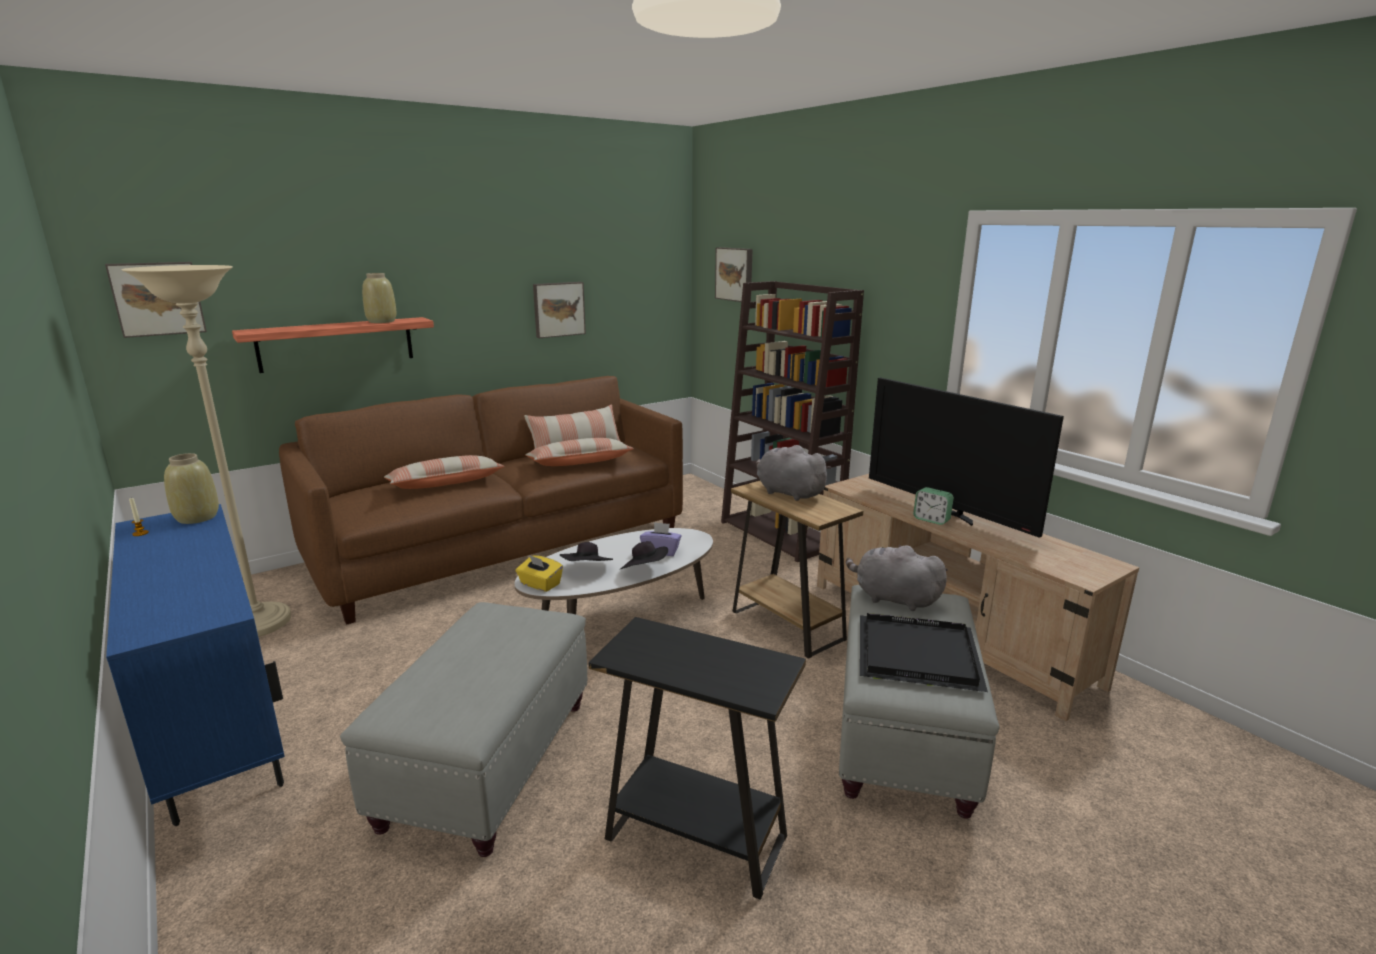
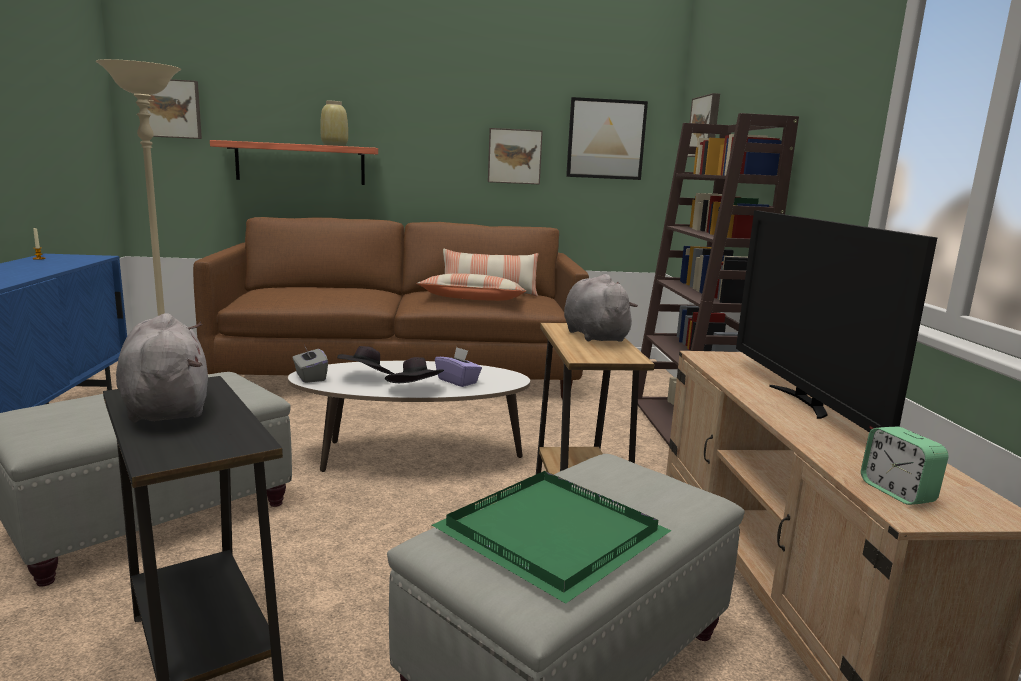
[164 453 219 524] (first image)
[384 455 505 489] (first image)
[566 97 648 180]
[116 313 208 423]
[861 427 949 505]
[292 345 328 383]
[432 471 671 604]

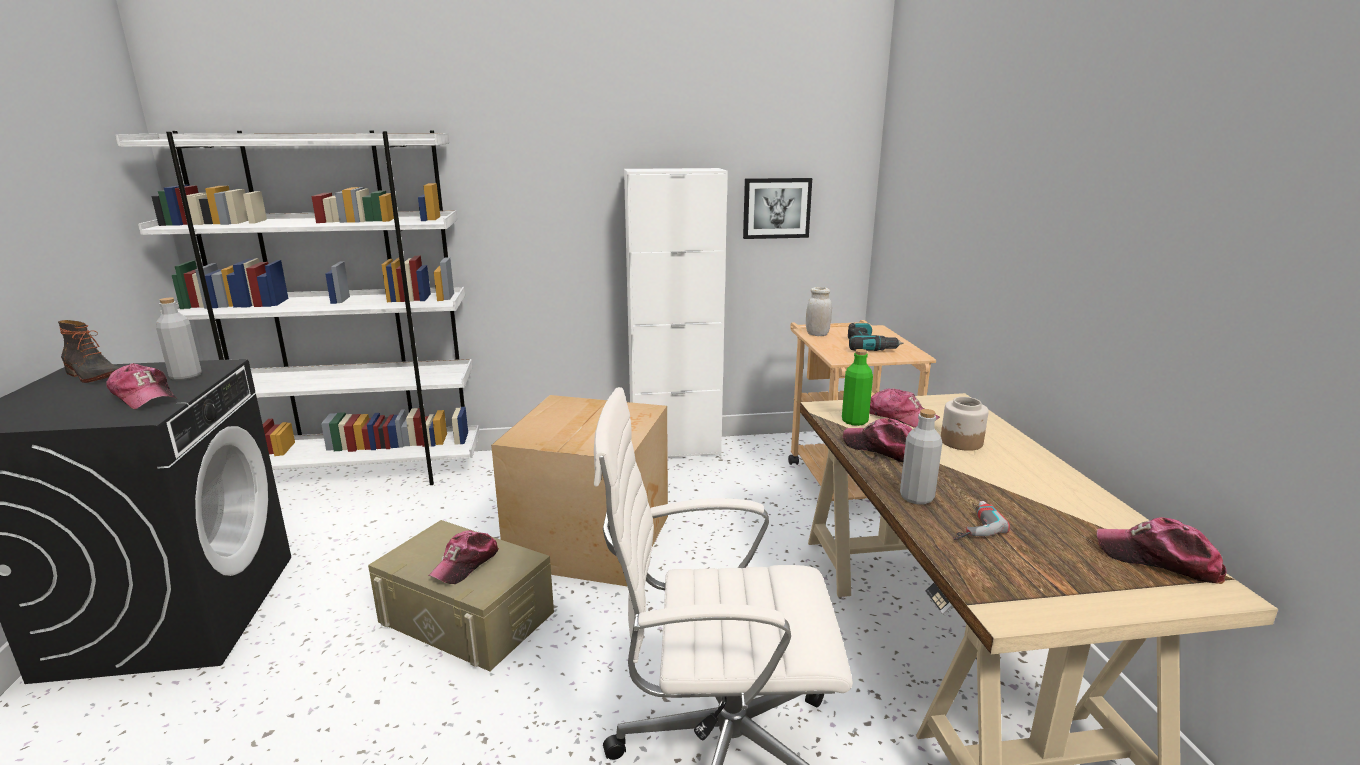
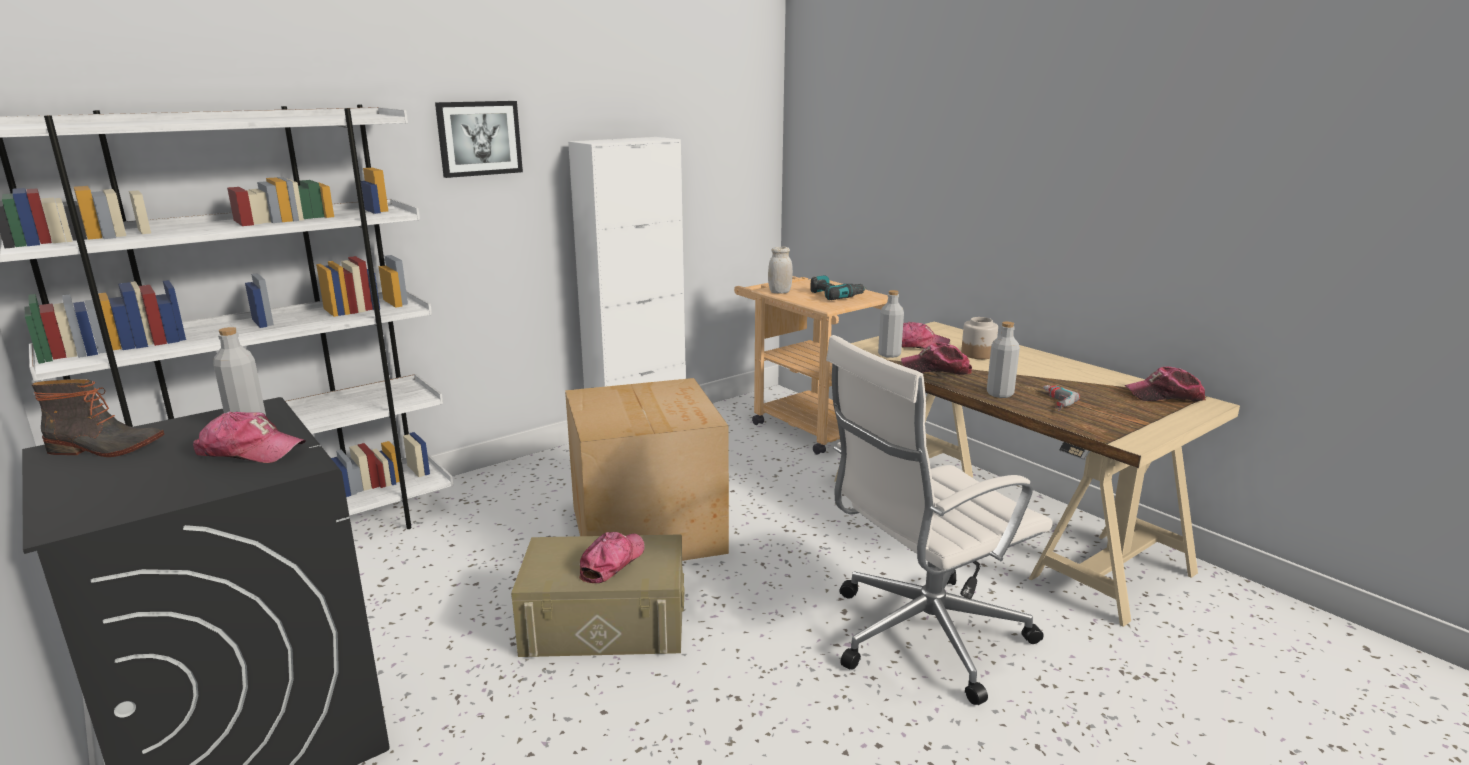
[435 101 523 178]
[878 290 904 358]
[579 532 645 583]

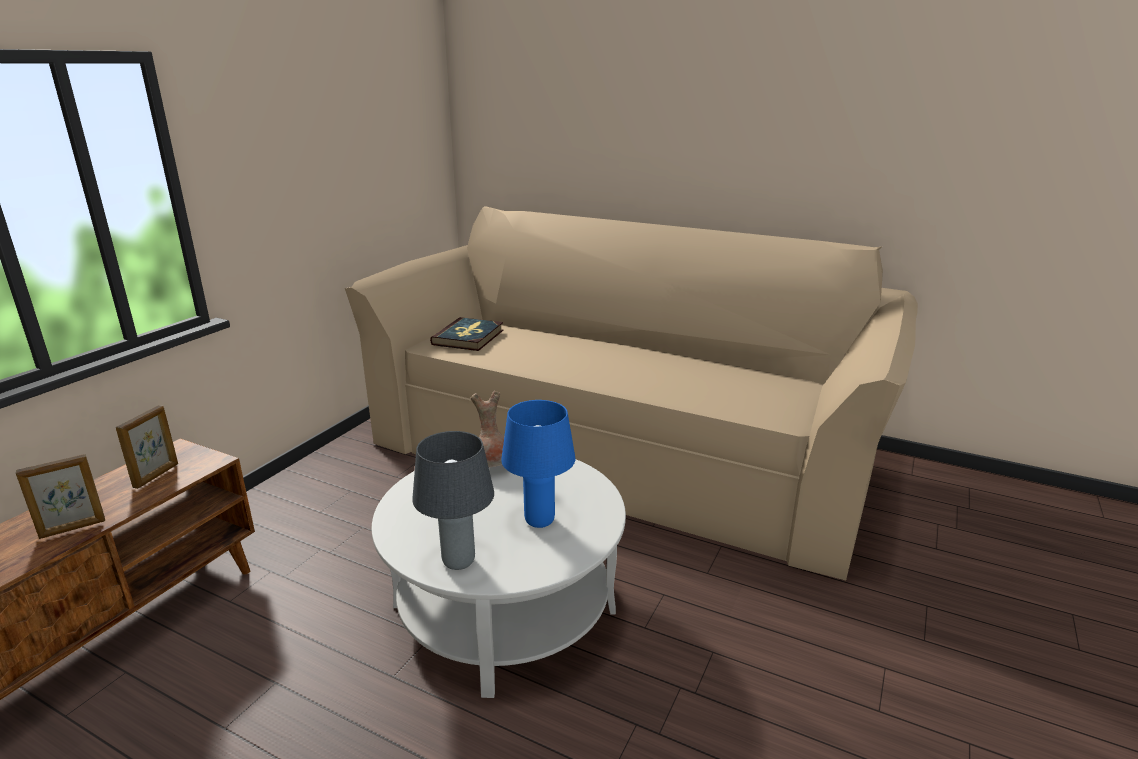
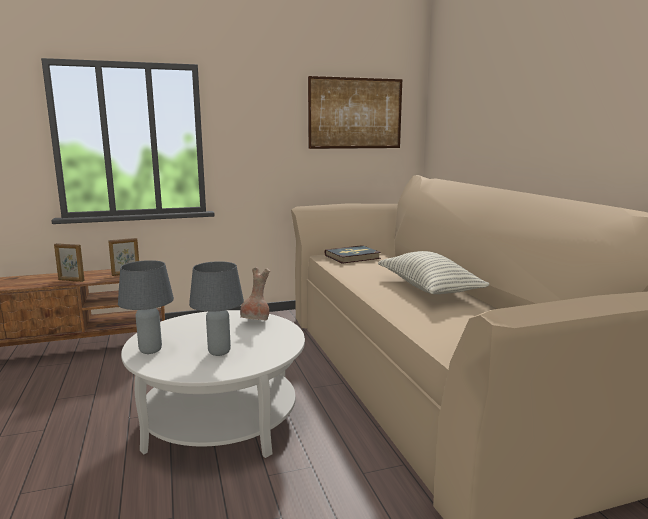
[308 76 402 149]
[378 251 490 294]
[189 261 244 356]

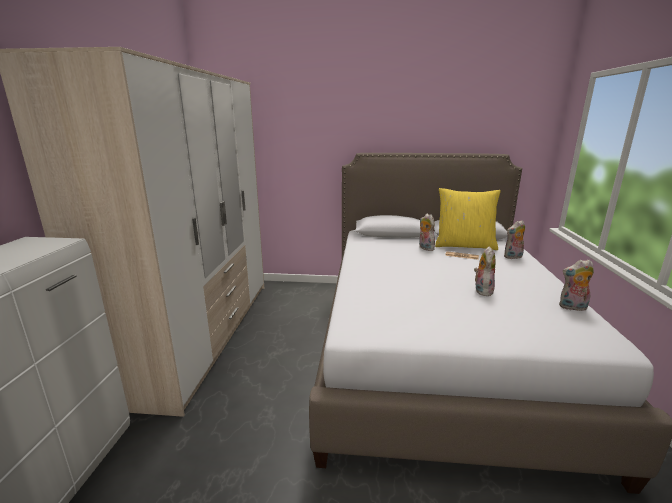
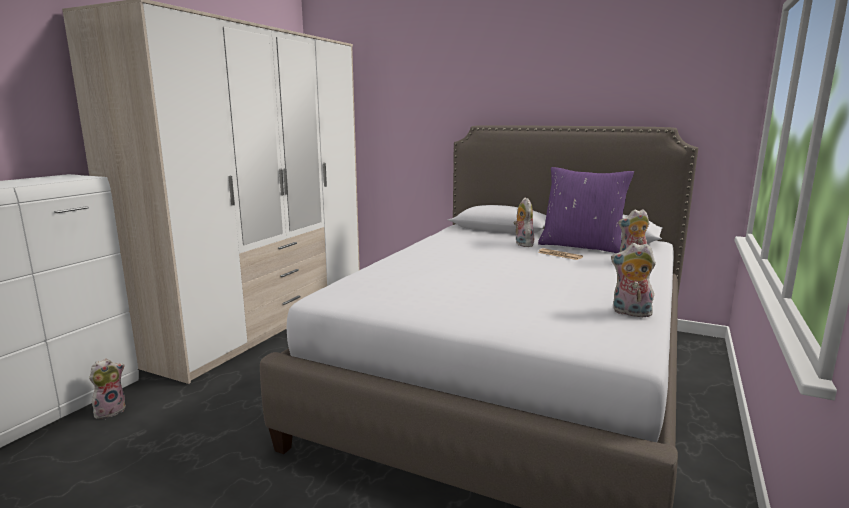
[89 359 126 419]
[538 167 634 253]

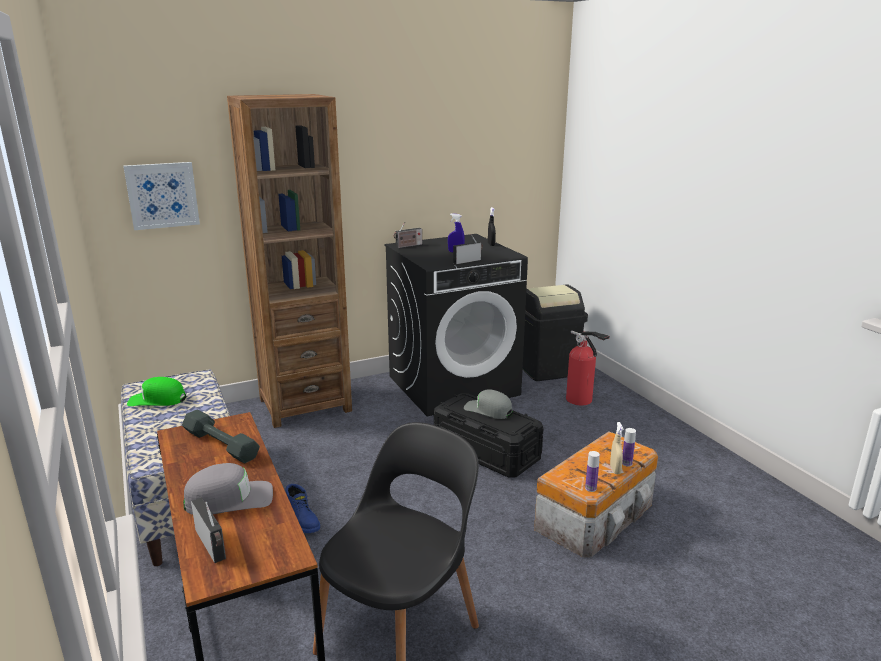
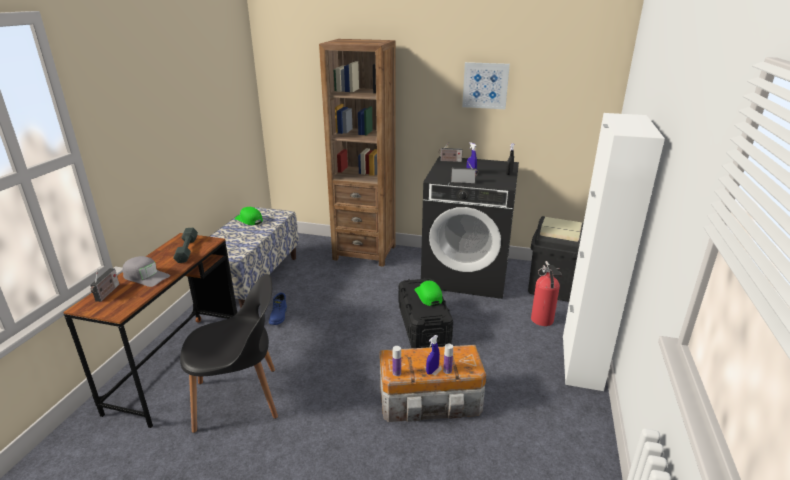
[563 113 665 391]
[462 62 510 109]
[414 281 442 306]
[426 335 440 375]

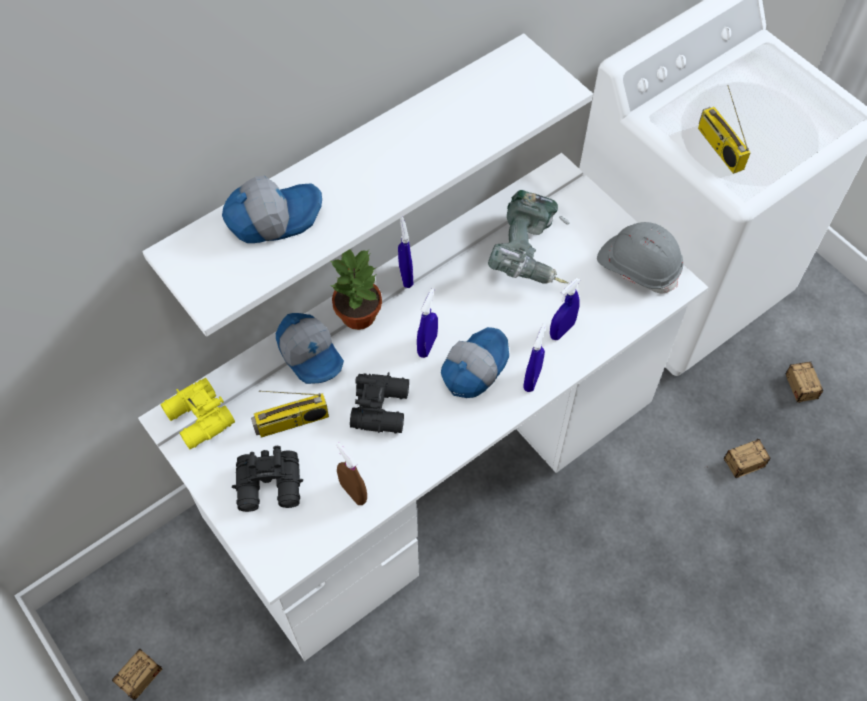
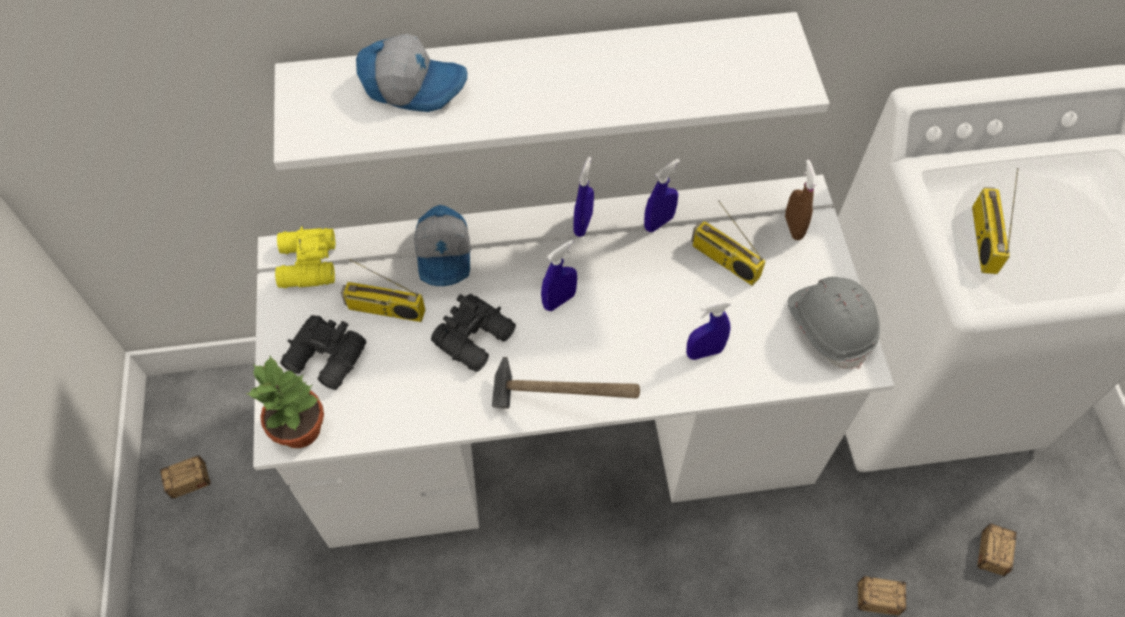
[441 327 509 398] (first image)
[492 357 640 409]
[246 356 324 448]
[785 160 818 240]
[644 159 680 232]
[691 201 766 286]

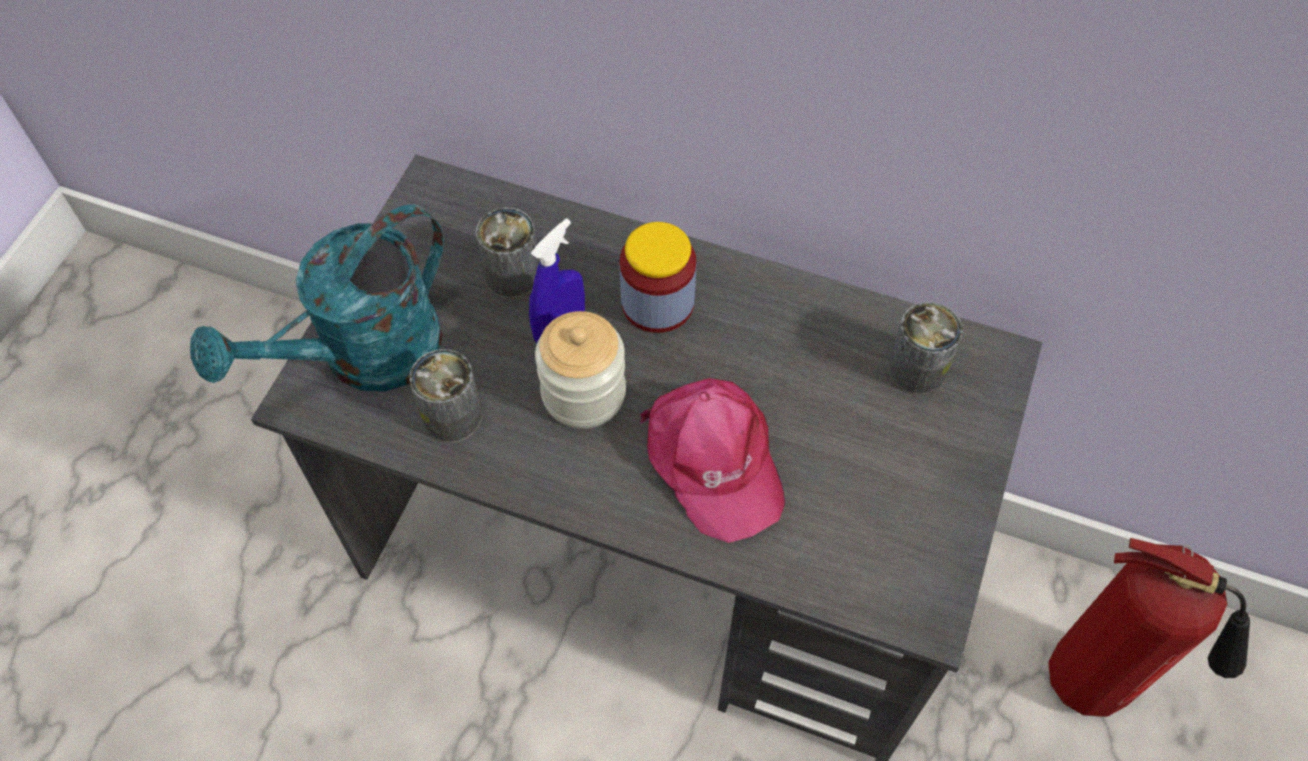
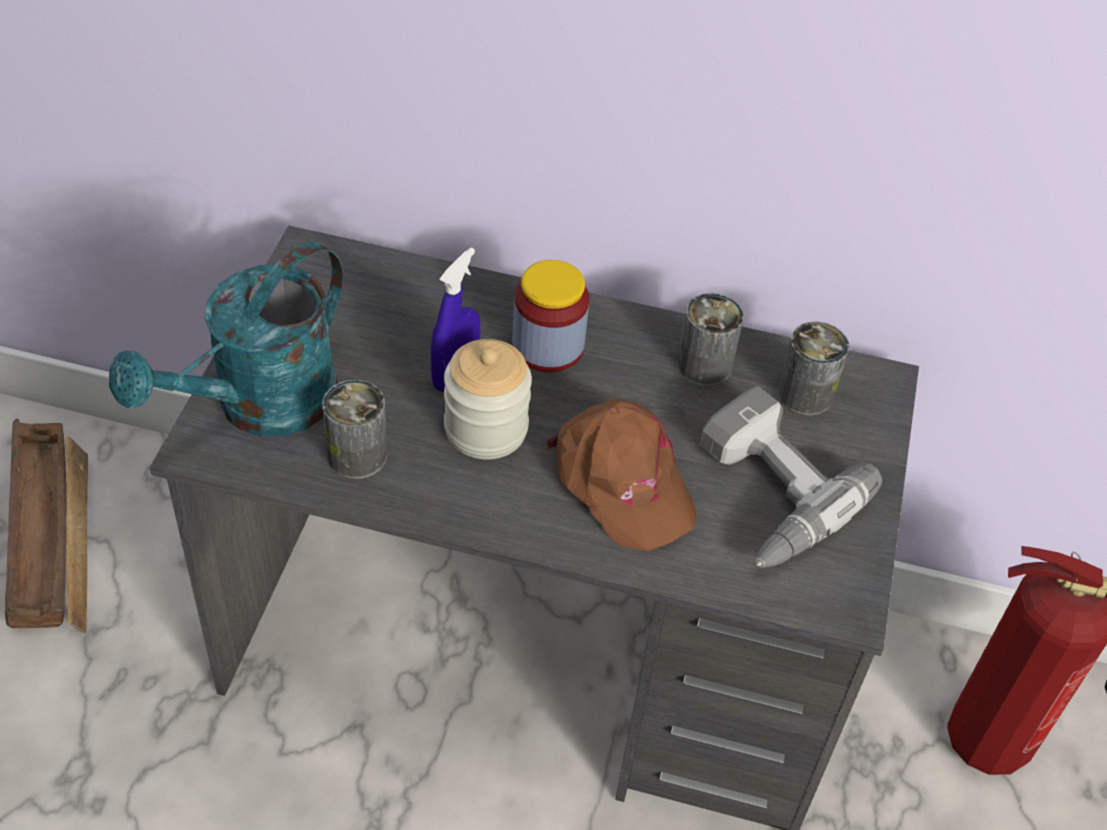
[5 419 88 634]
[700 386 882 568]
[677 293 744 386]
[546 399 697 551]

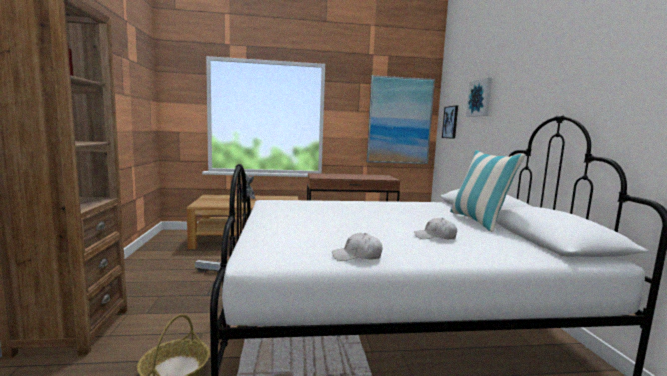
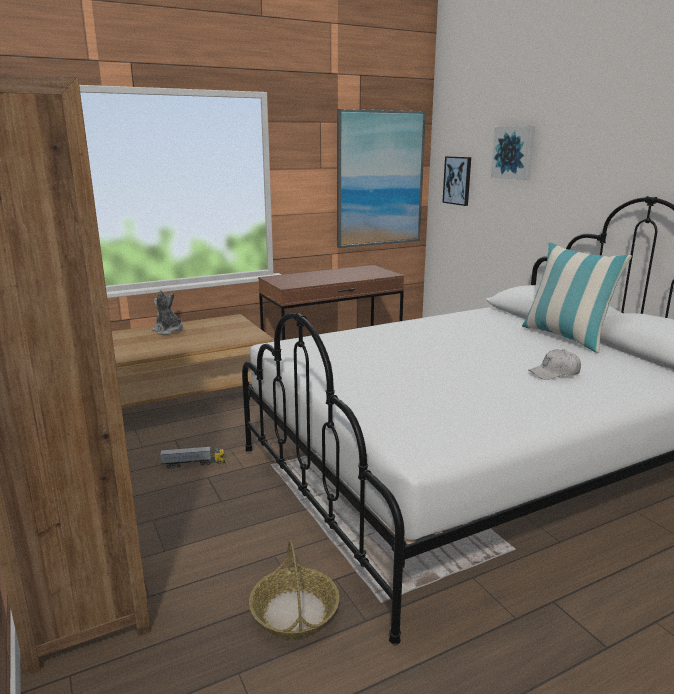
[332 233 383 261] (first image)

